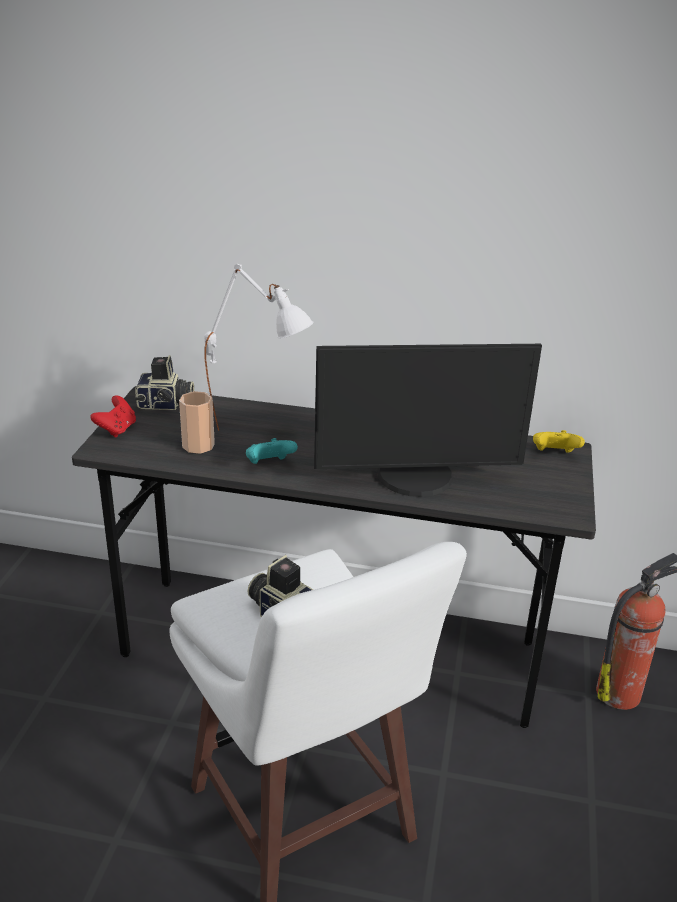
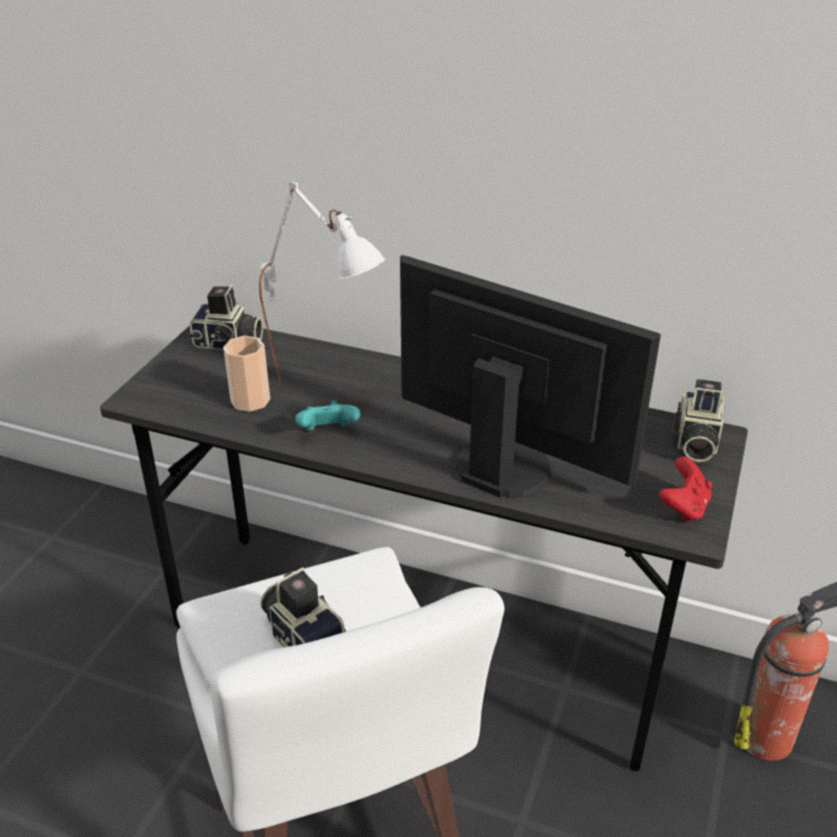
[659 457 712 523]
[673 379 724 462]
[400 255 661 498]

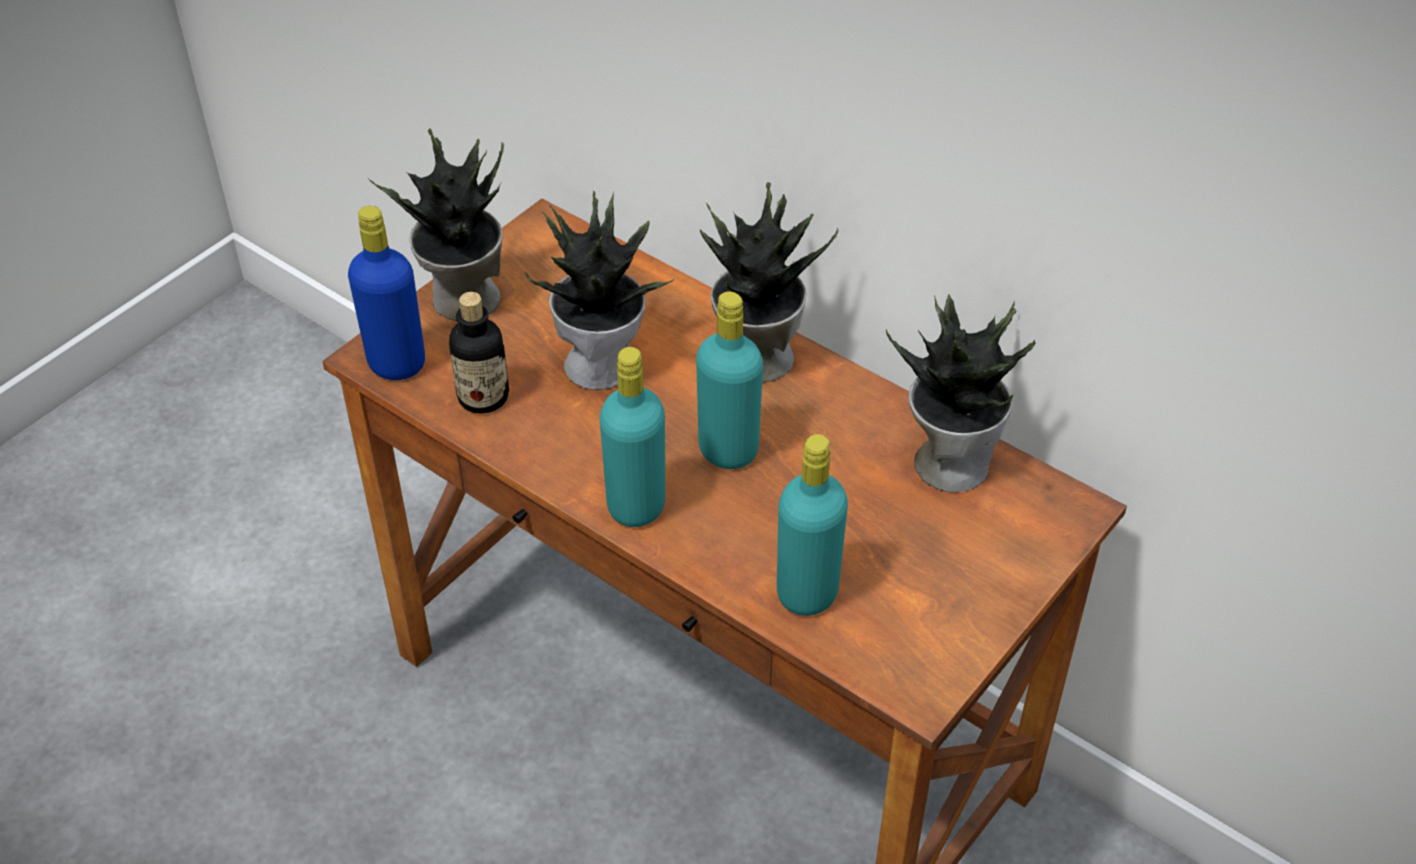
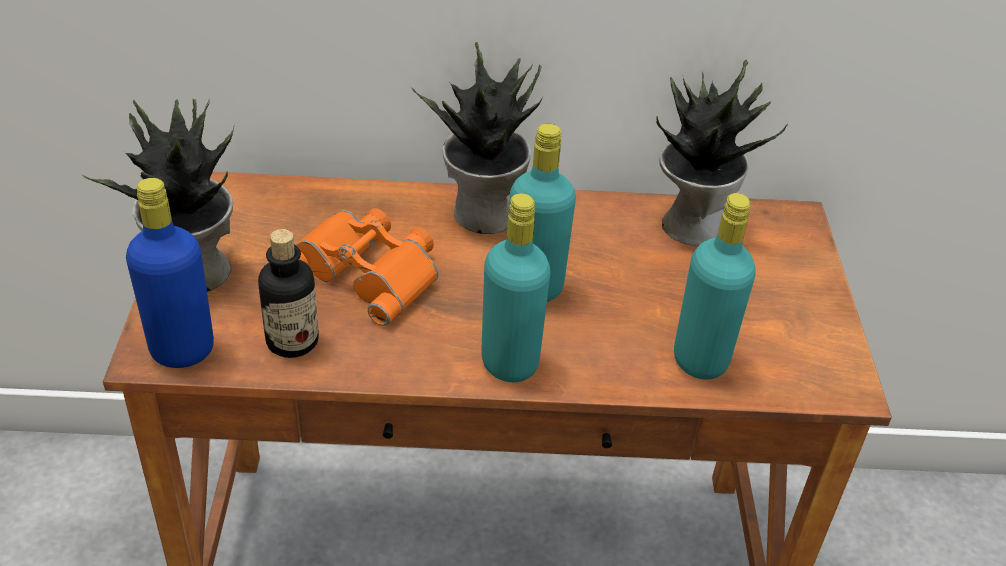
[295 208 439 326]

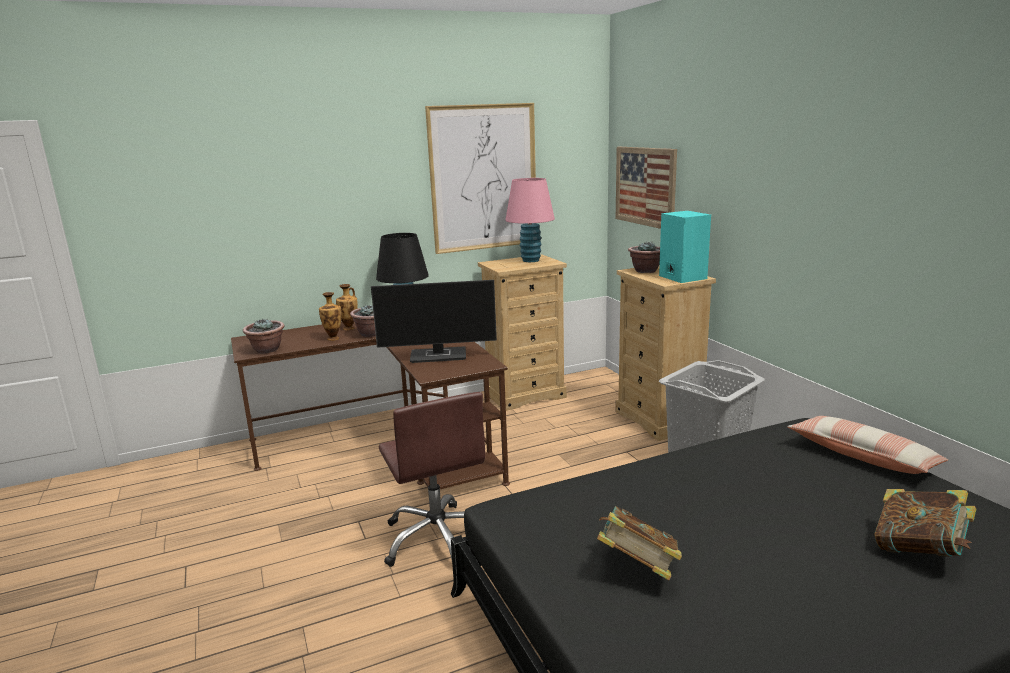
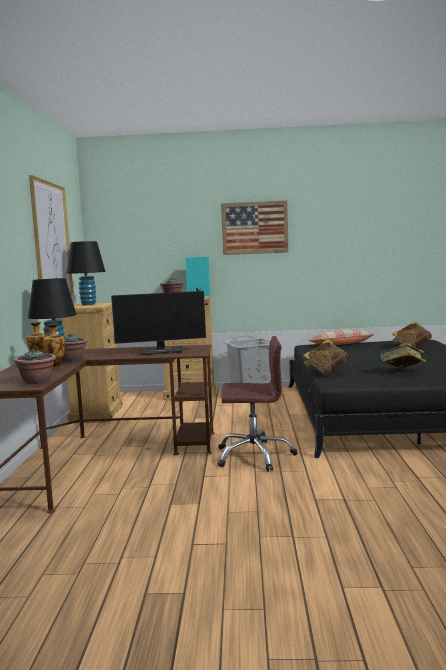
[303 339 348 376]
[221 200 289 255]
[67 241 106 305]
[111 291 206 355]

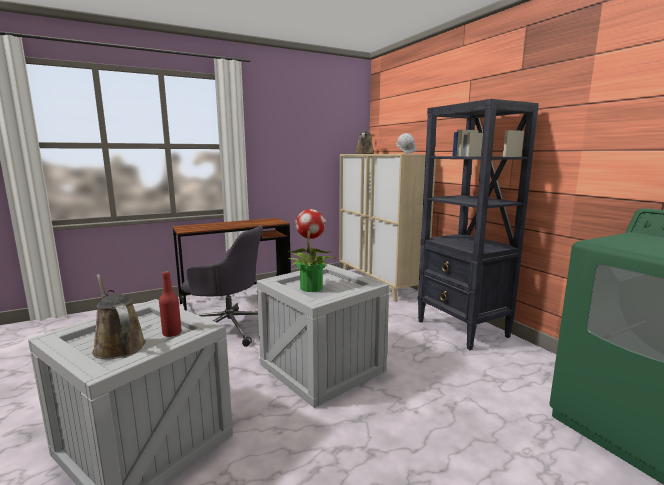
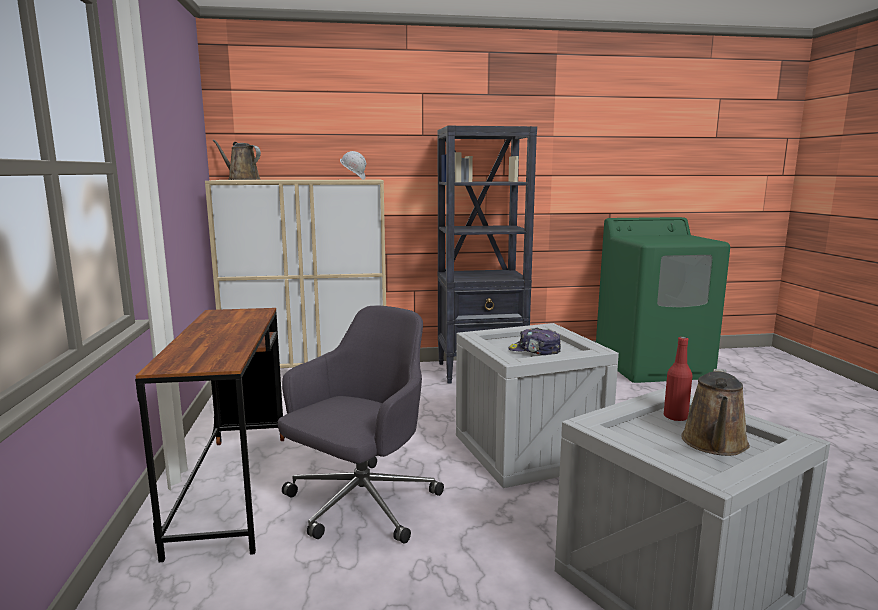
[508 328 561 355]
[681 369 750 456]

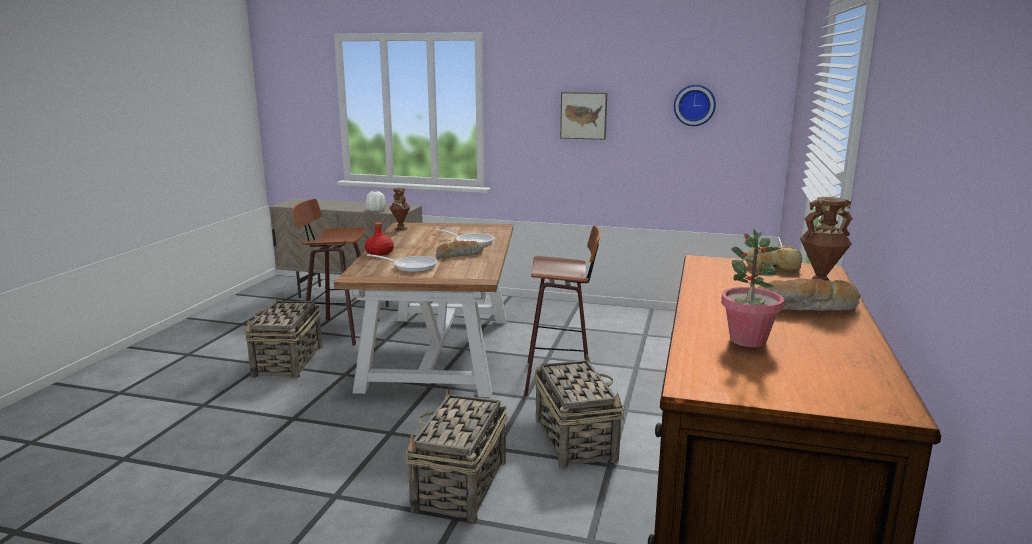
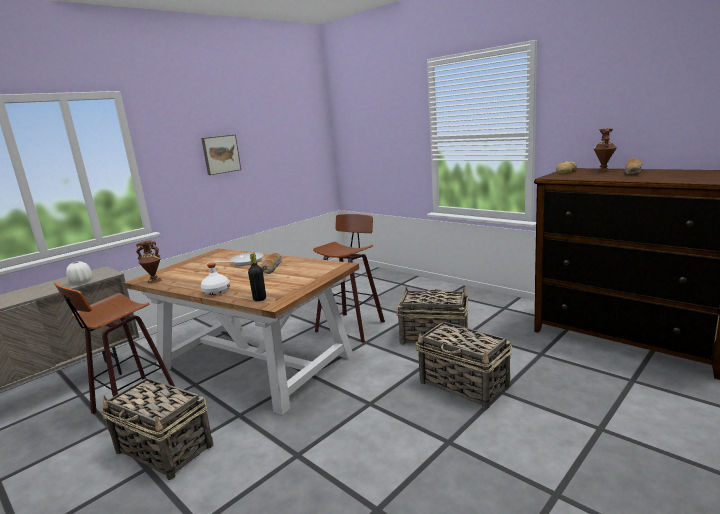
[367 254 438 272] (first image)
[674 85 716 126] (first image)
[721 229 784 347] (first image)
[248 253 266 301]
[201 262 230 295]

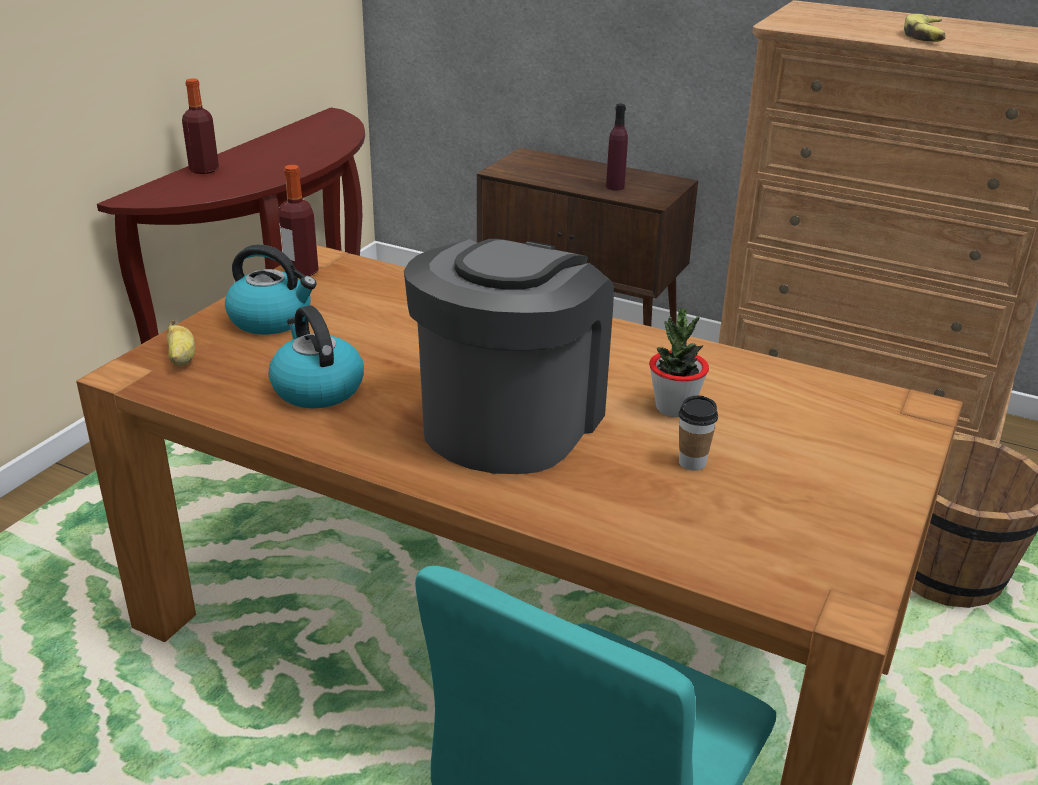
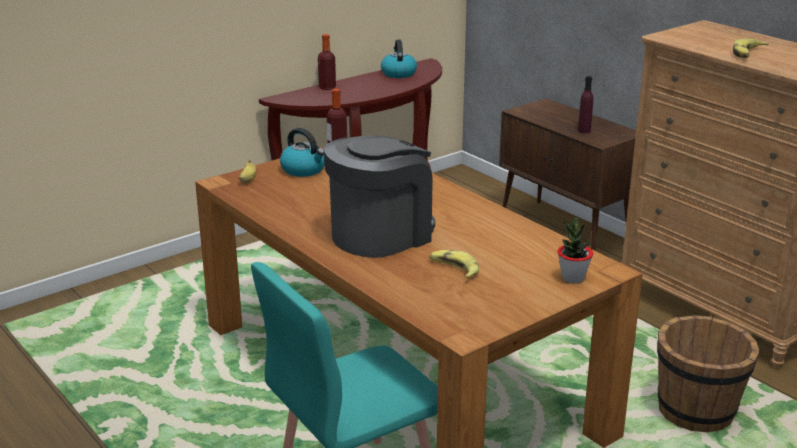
[381 40 417 78]
[558 218 593 284]
[430 250 479 279]

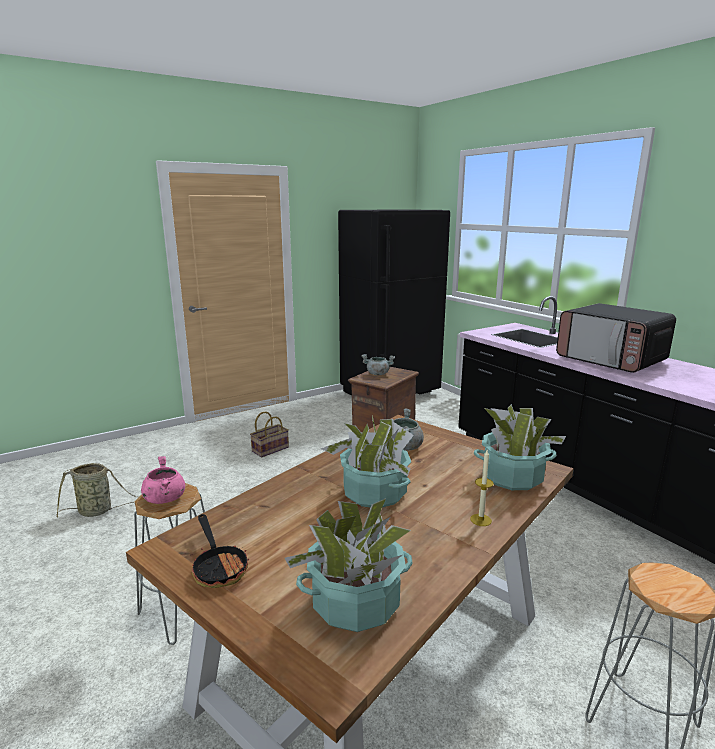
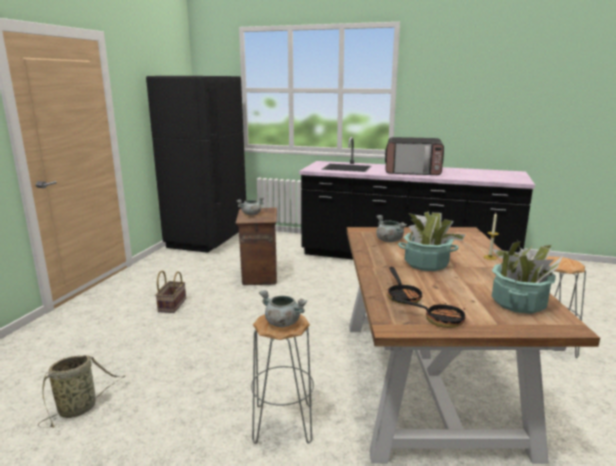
[474 404 566 490] (first image)
[387 267 424 304]
[259 290 307 327]

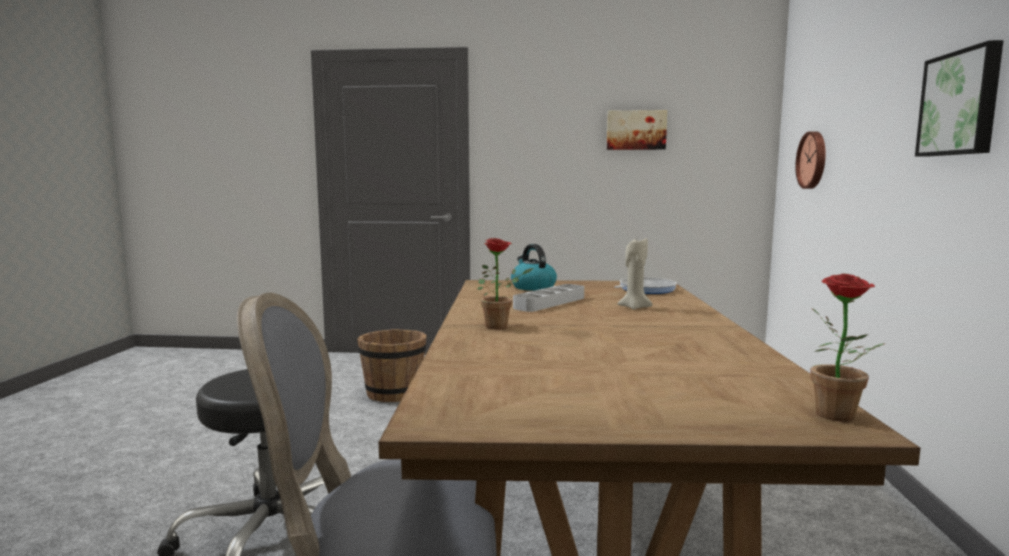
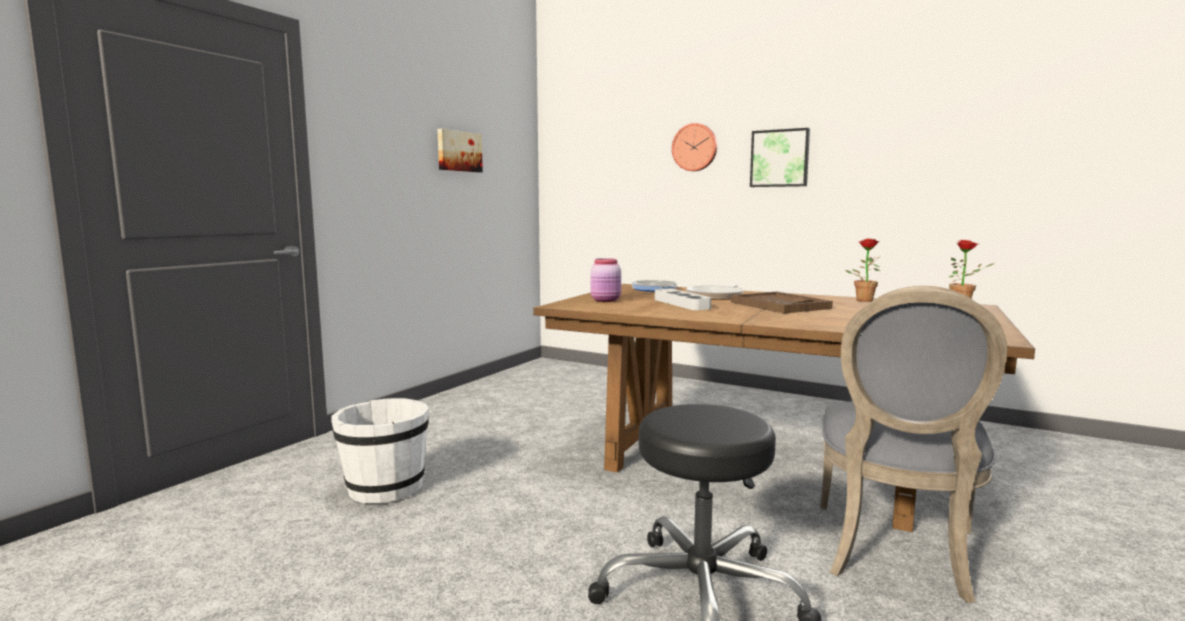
[731 292 833 313]
[845 239 880 302]
[672 123 717 171]
[590 258 621 302]
[686 284 744 300]
[331 398 429 504]

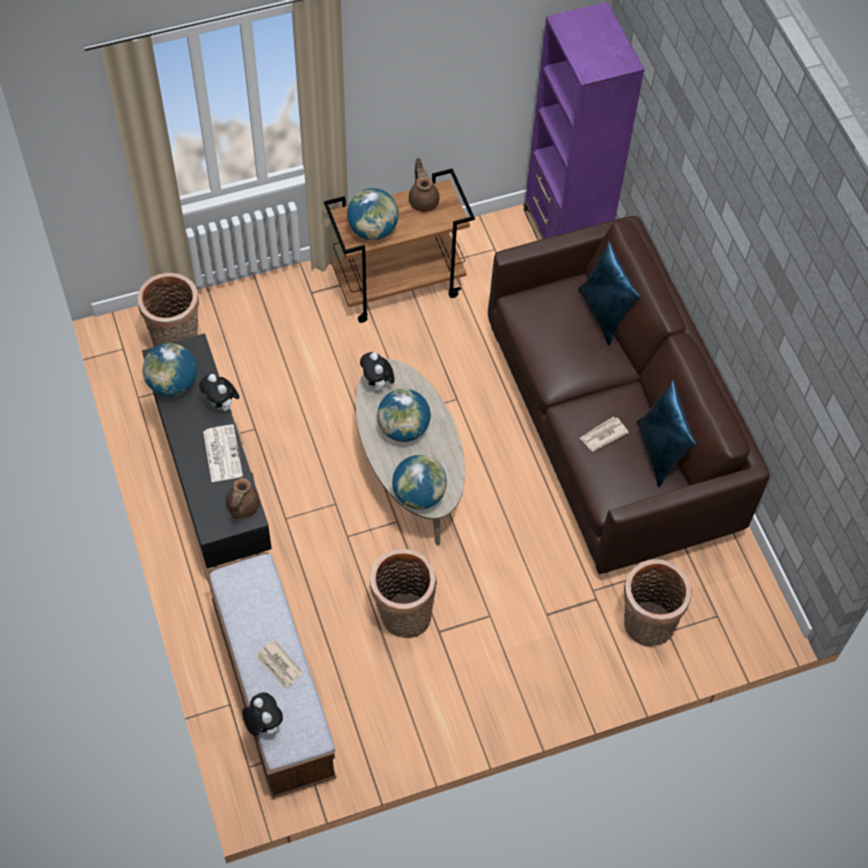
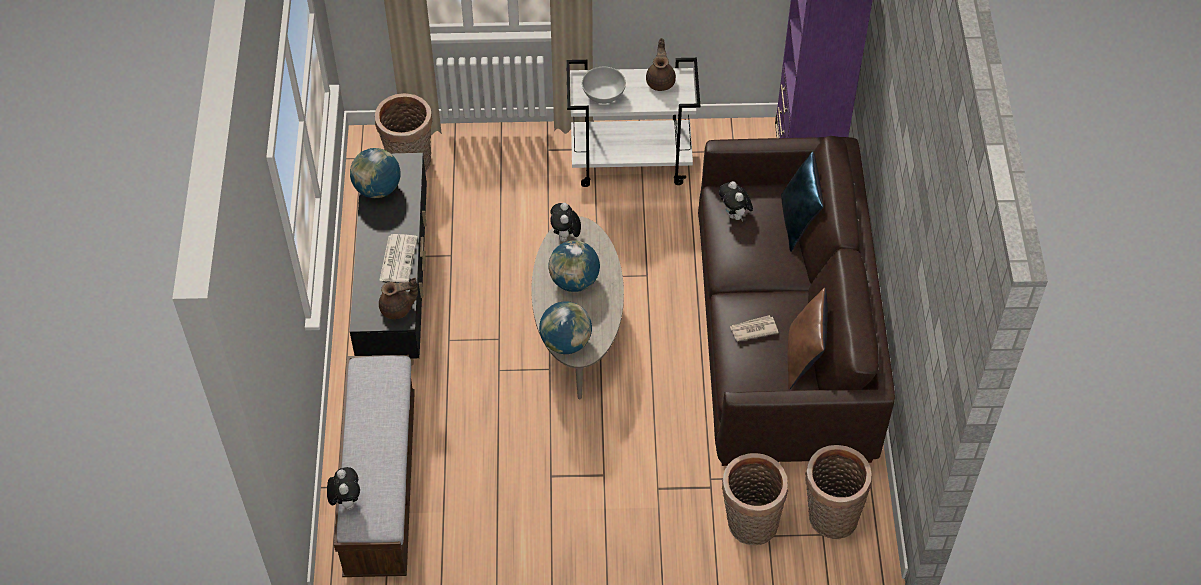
[255 640 303 689] (first image)
[719 181 753 221]
[805 445 872 539]
[582 67 626 104]
[566 58 700 187]
[787 288 828 390]
[379 278 418 319]

